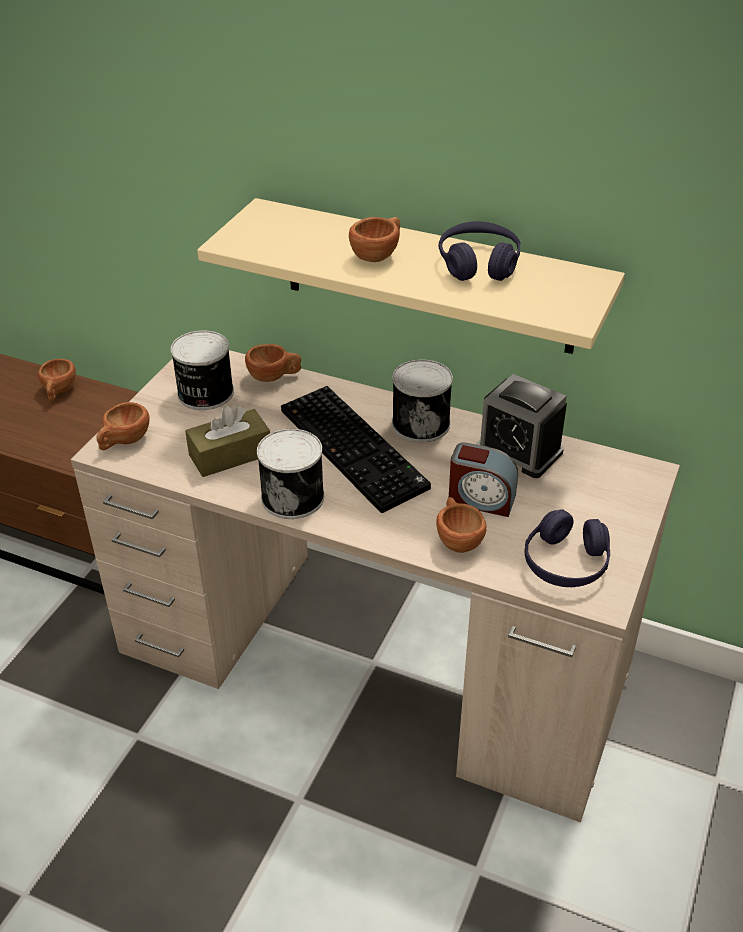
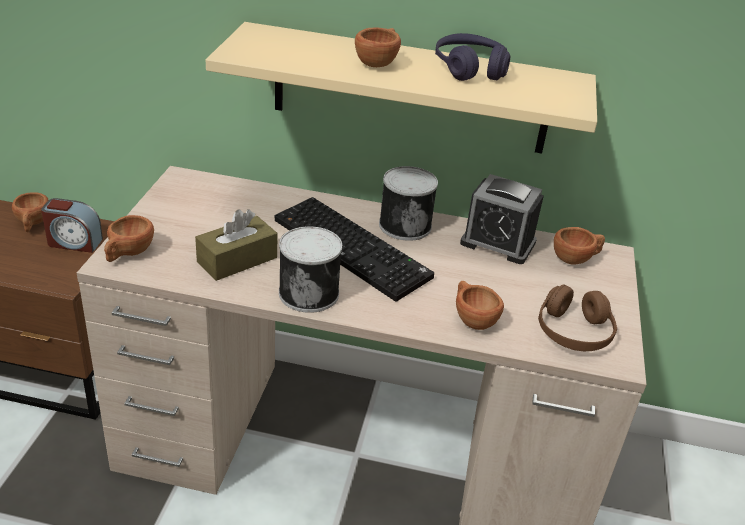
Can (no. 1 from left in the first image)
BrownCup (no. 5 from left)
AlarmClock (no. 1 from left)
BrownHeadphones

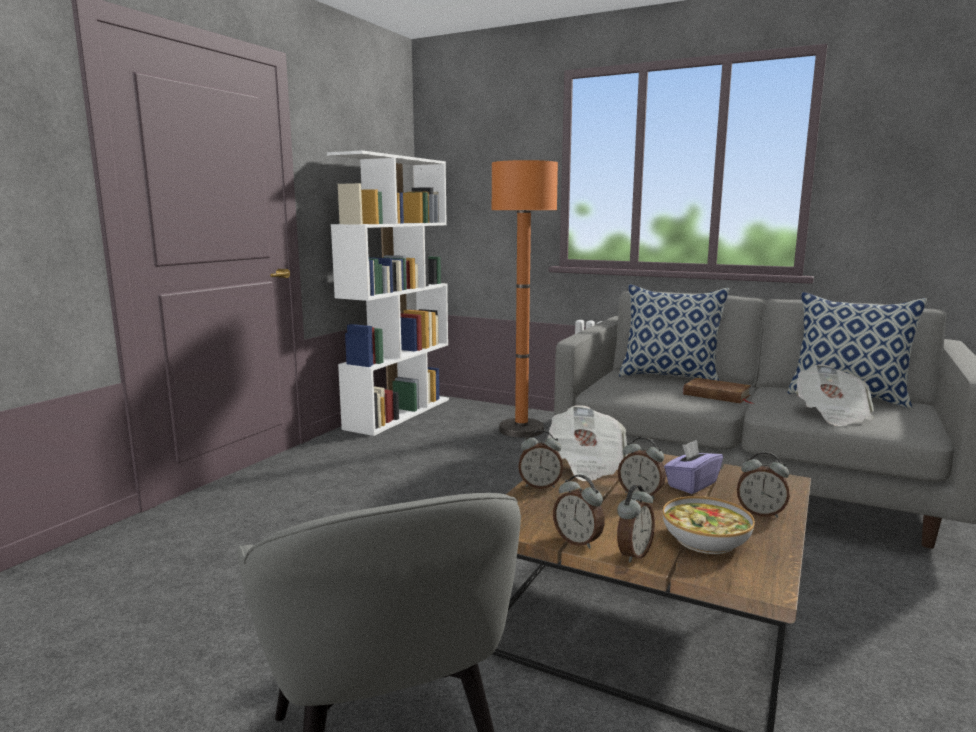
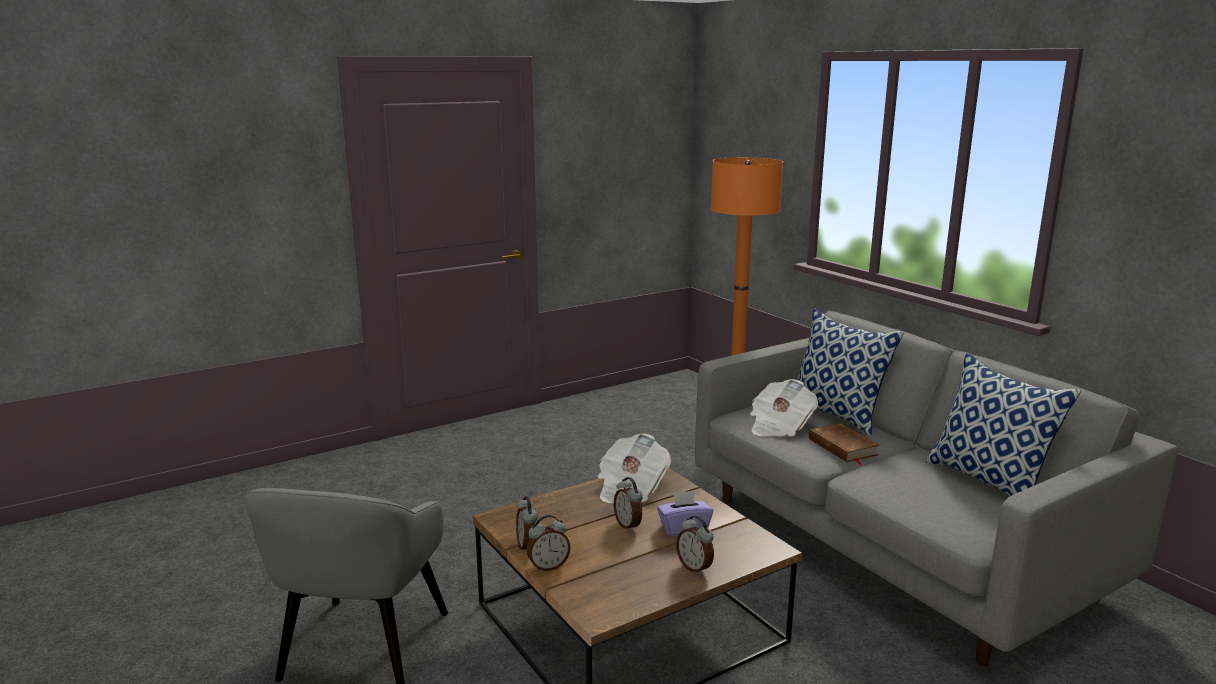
WhiteBookcase
Newspaper (no. 2 from left)
AlarmClock (no. 1 from left in the first image)
Bowl

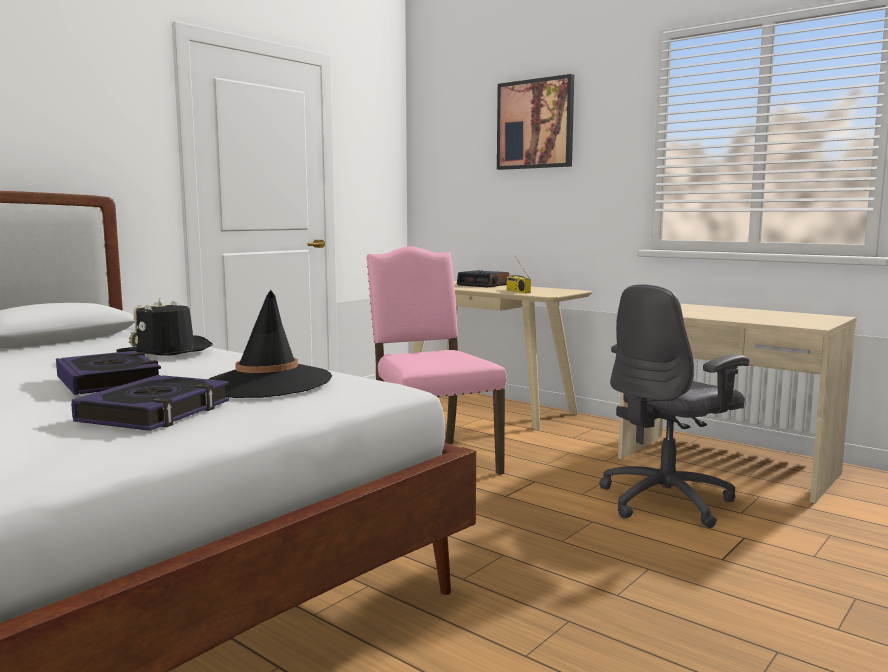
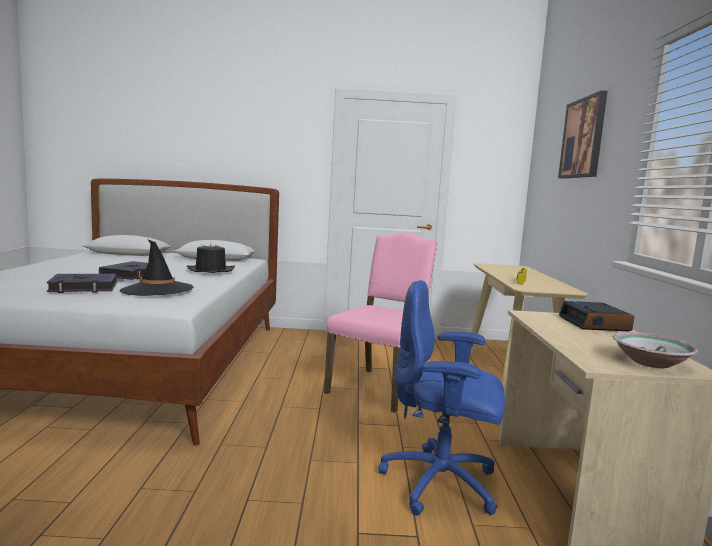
AlarmClock
BlueOfficeChair
Bowl

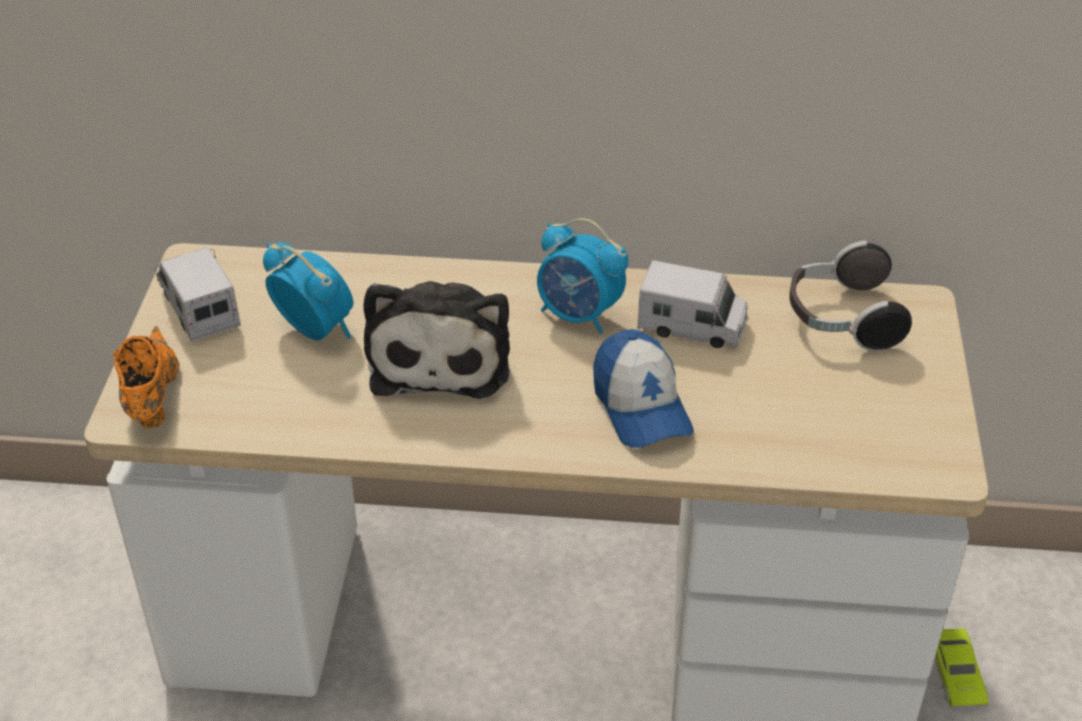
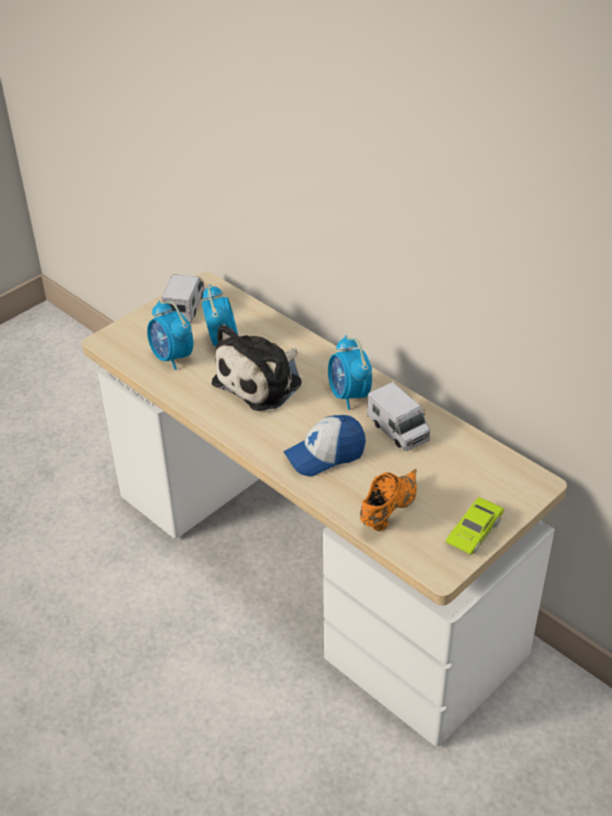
Headphones
OrangeShoe
Cap
GreenToyCar
AlarmClock (no. 1 from left)

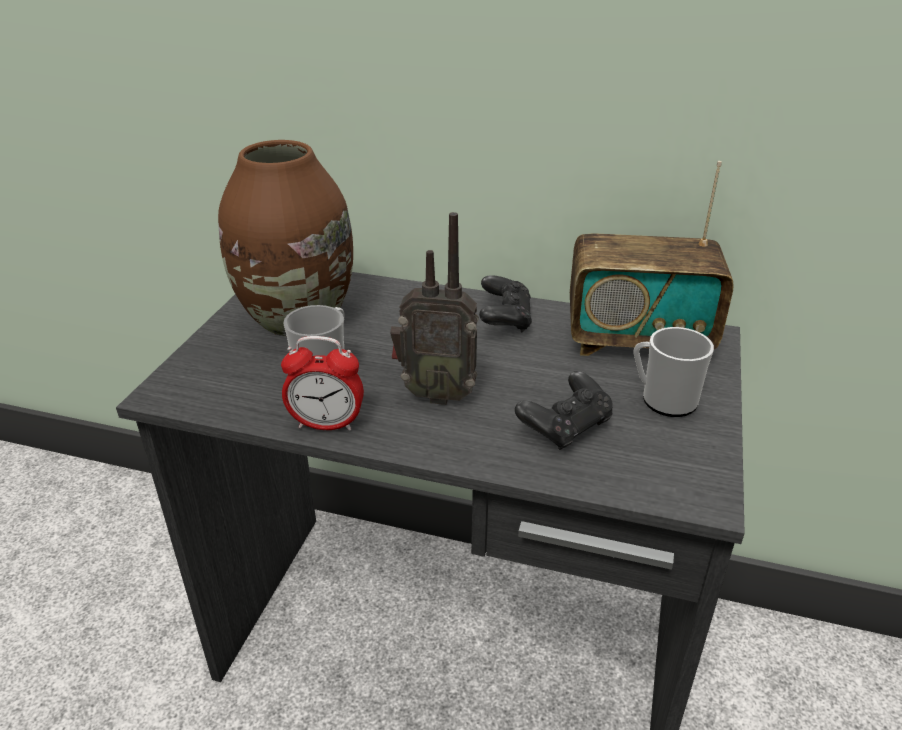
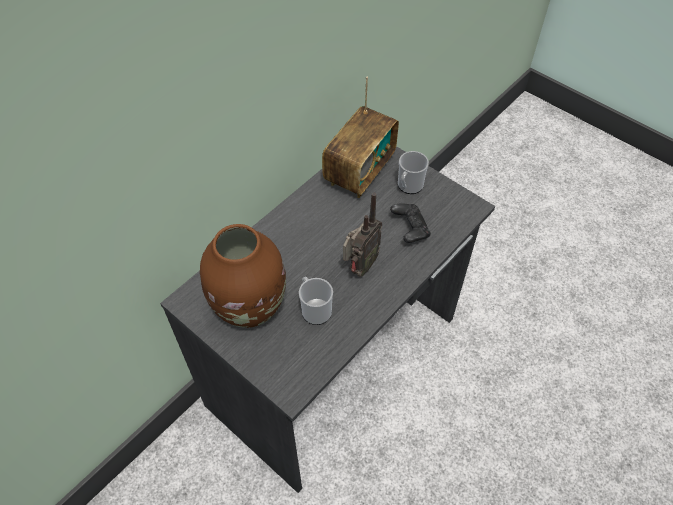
BlackGameController (no. 1 from left in the first image)
AlarmClock

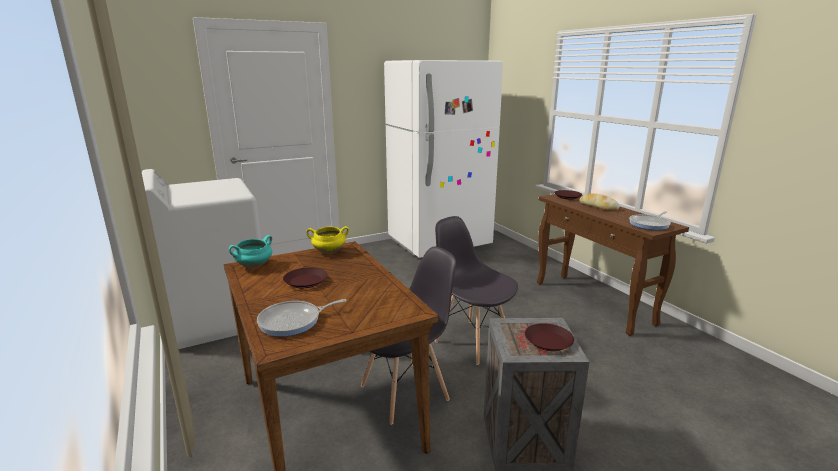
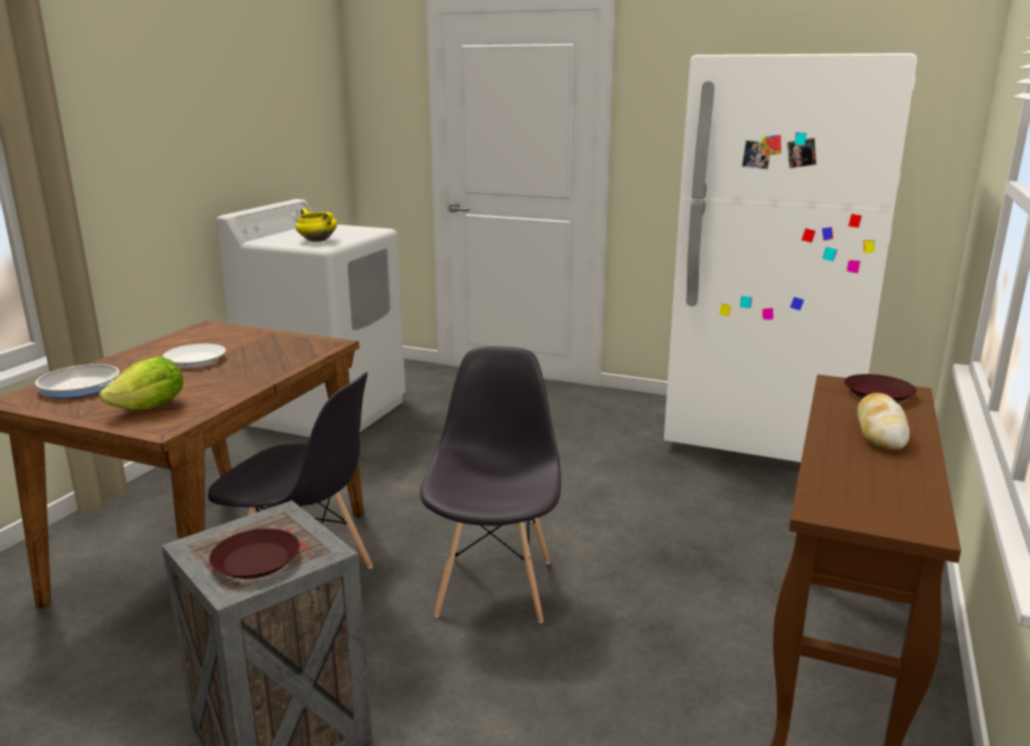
FryingPan (no. 2 from left in the first image)
YellowCookingPot
TurquoiseCookingPot
WhitePlate
Lettuce

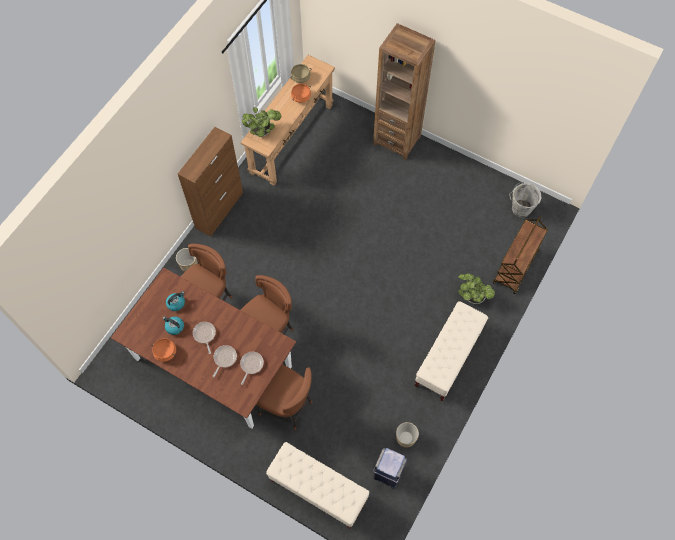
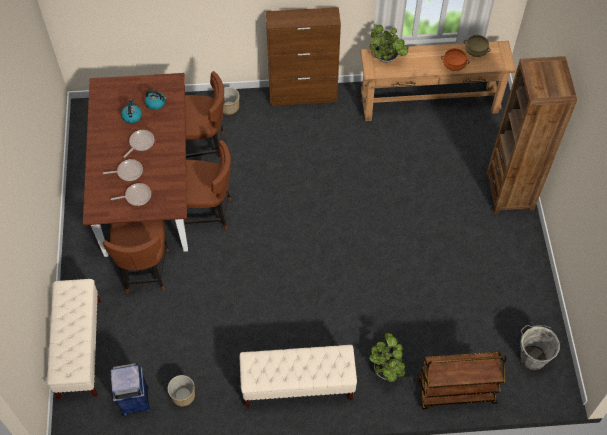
OrangeCookingPot (no. 1 from left in the first image)

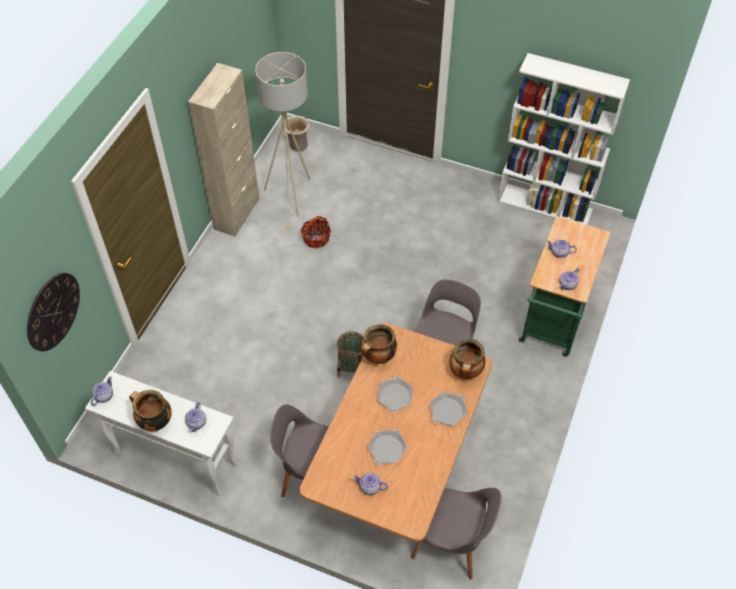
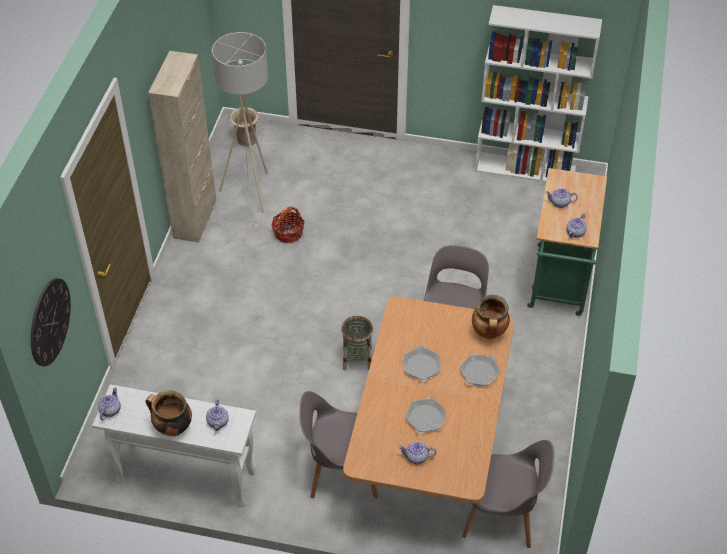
CookingPot (no. 2 from left in the first image)

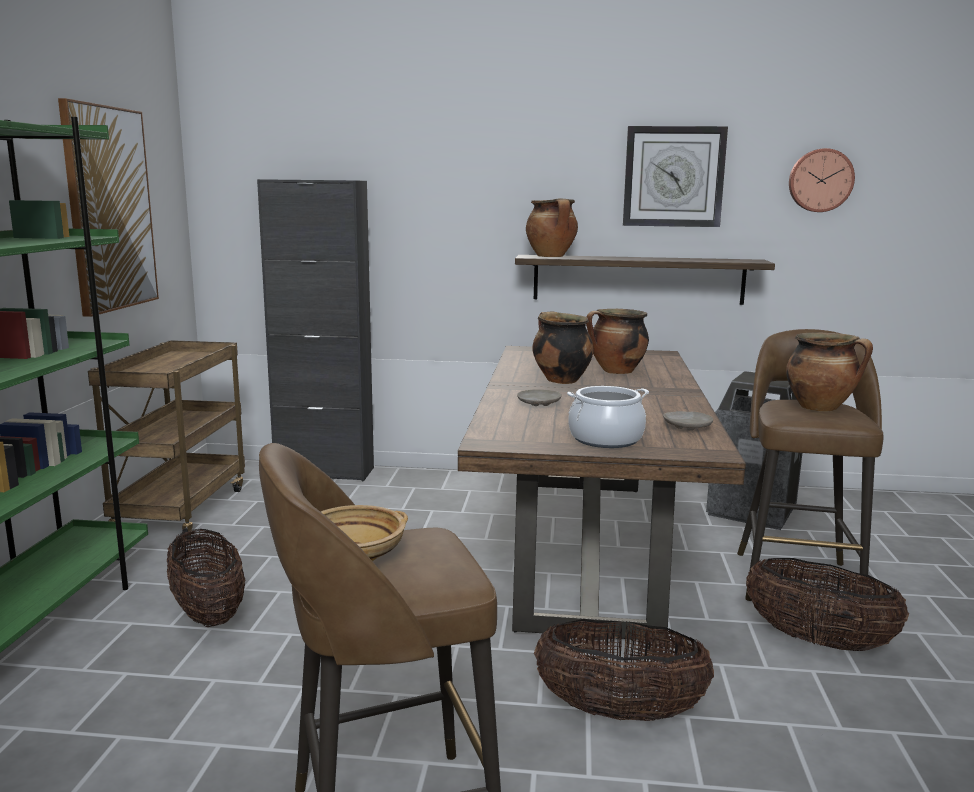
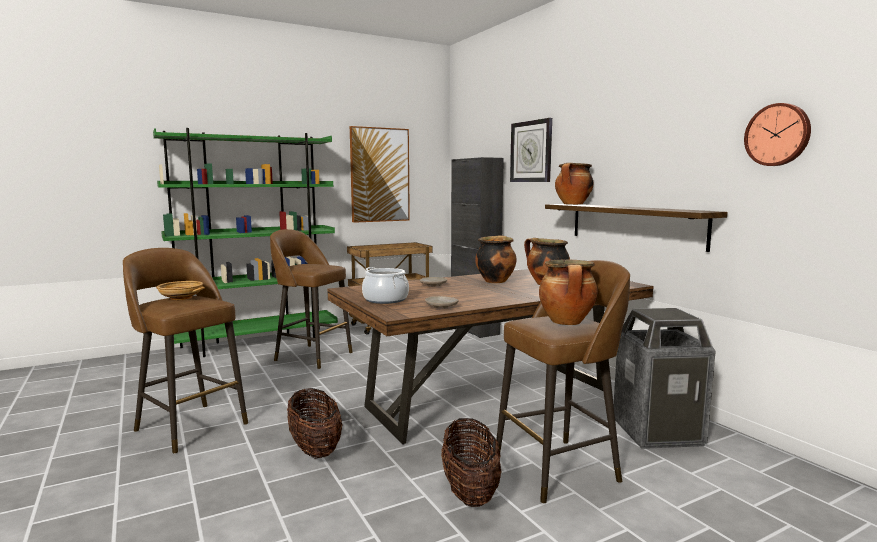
WallClock (no. 1 from left)
BrownStool (no. 2 from left)

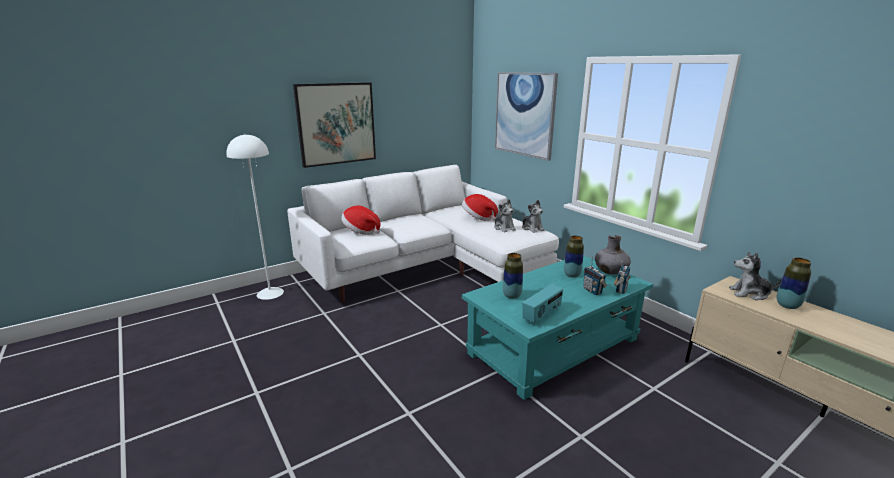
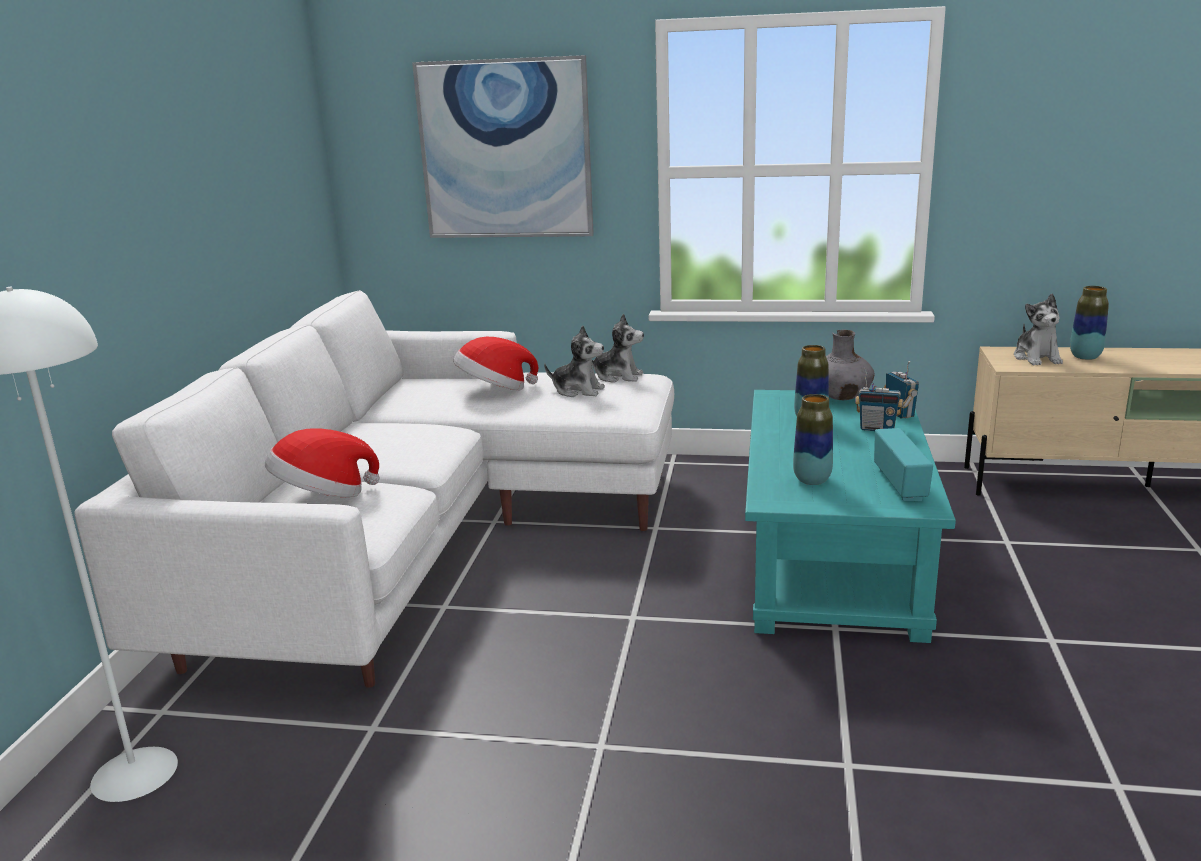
Picture (no. 1 from left in the first image)
PlushToy (no. 3 from left)

